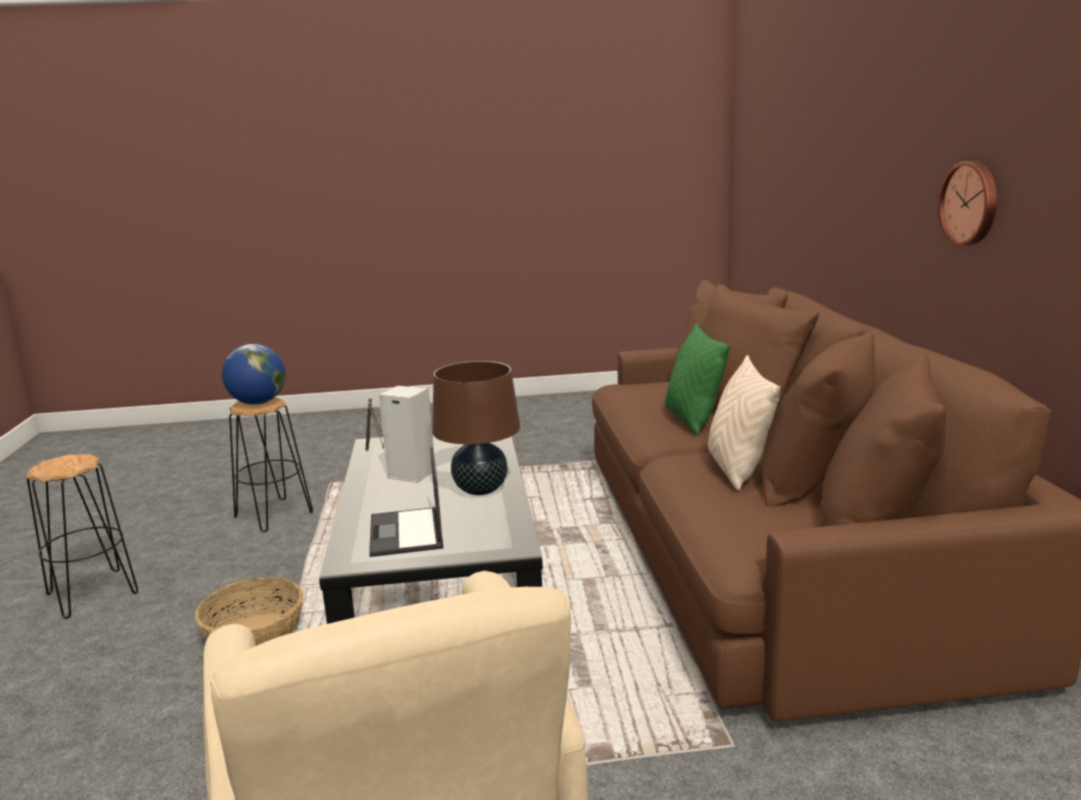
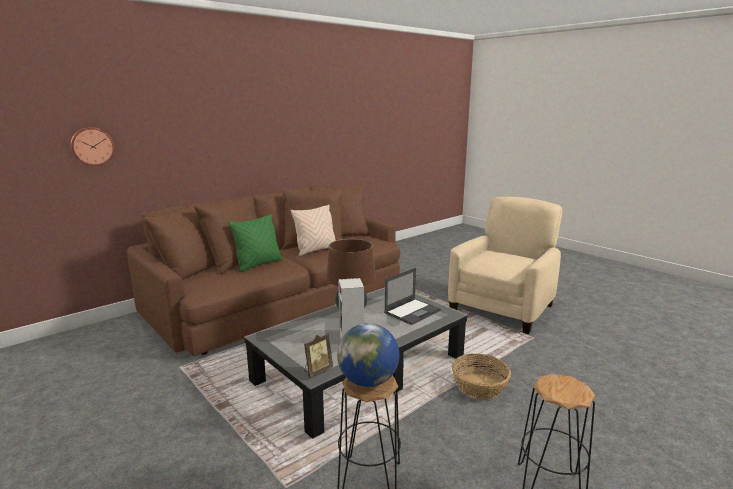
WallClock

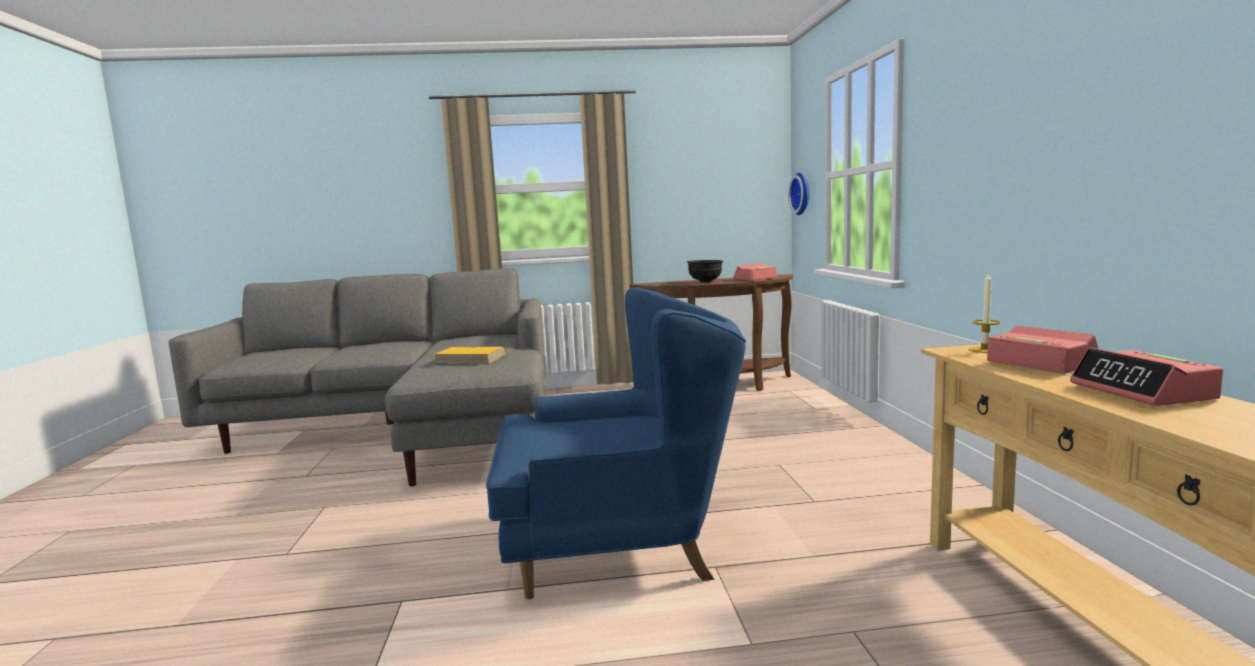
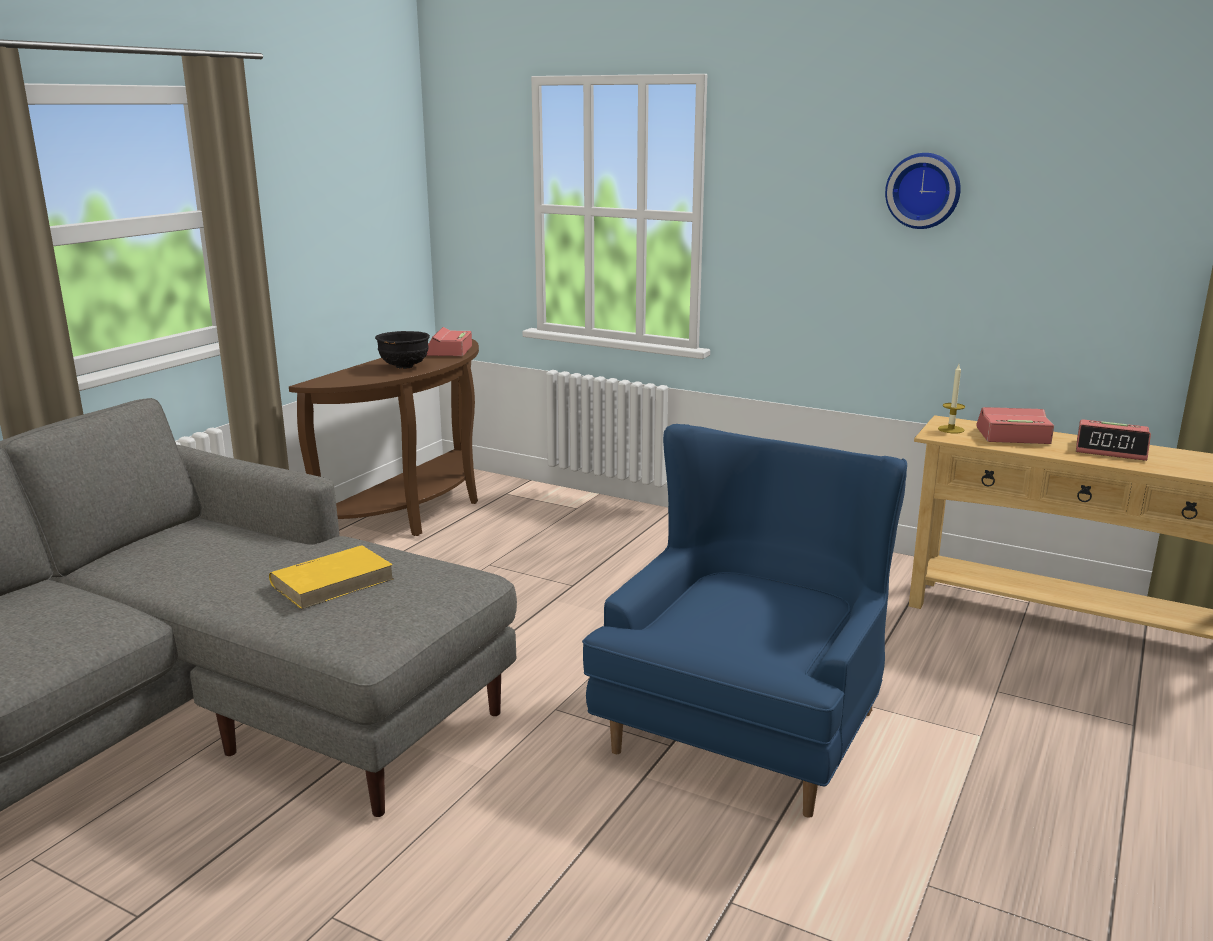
WallClock

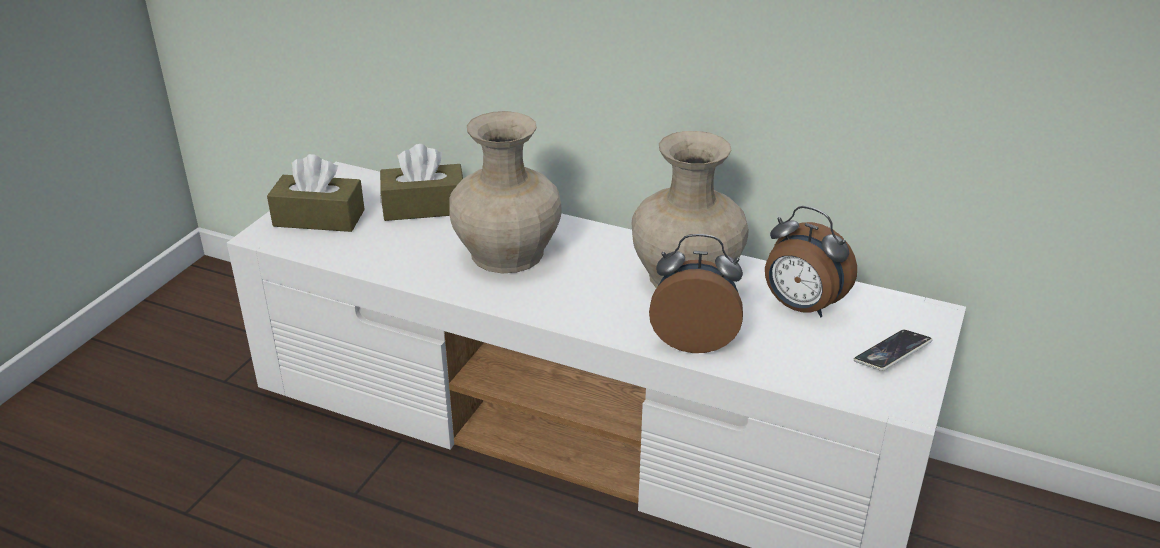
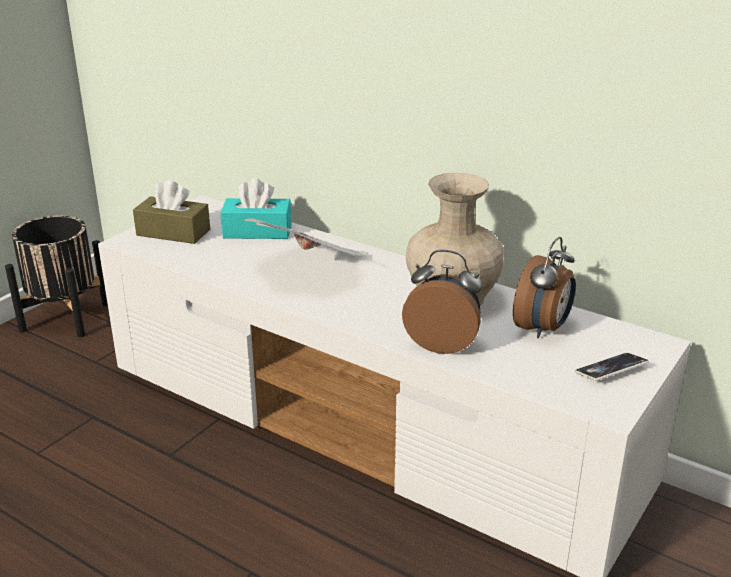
Newspaper
TurquoiseTissueBox
AlarmClock (no. 2 from left)
BlackPlanter

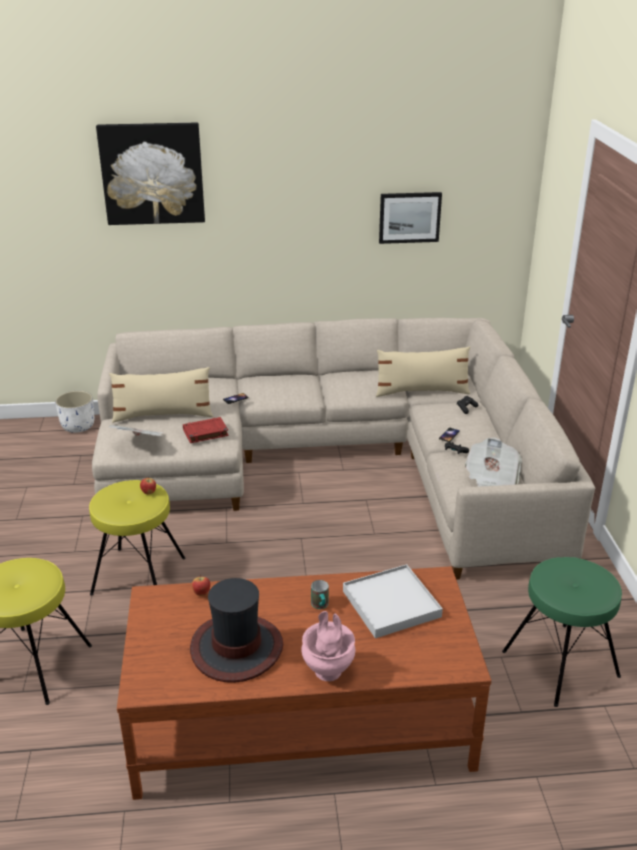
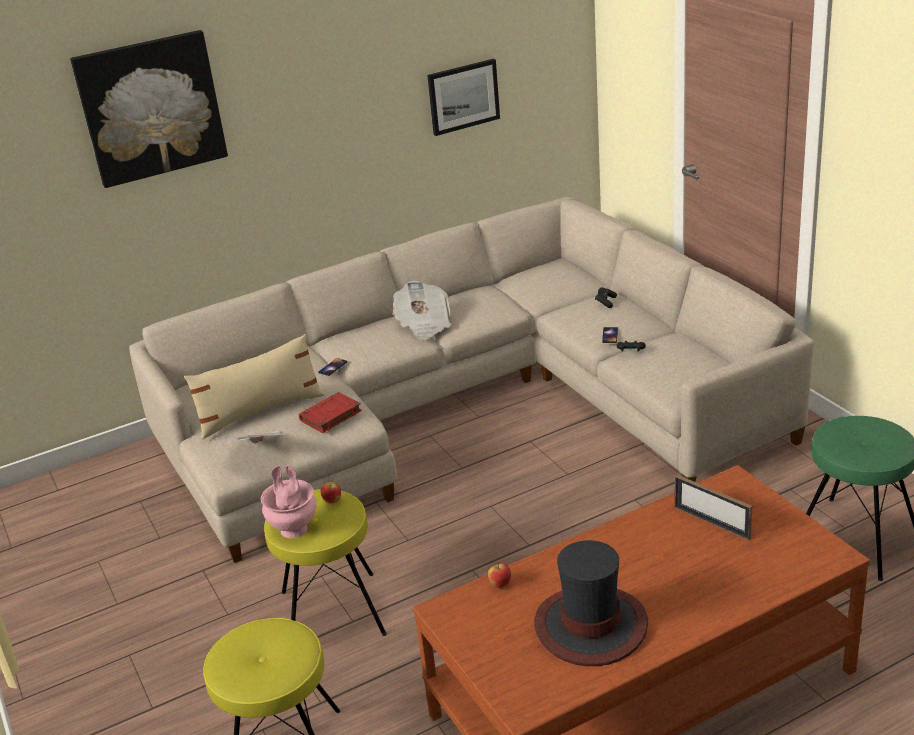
BeigePillow (no. 2 from left in the first image)
WhitePlanter
Newspaper (no. 2 from left)
PictureFrame
Mug
PinkVase

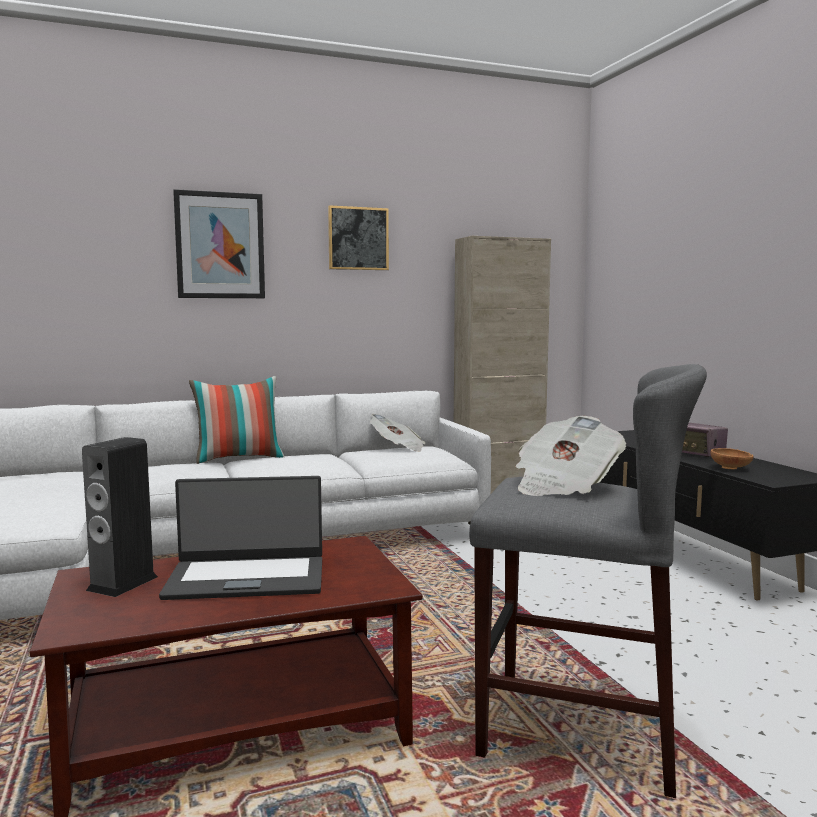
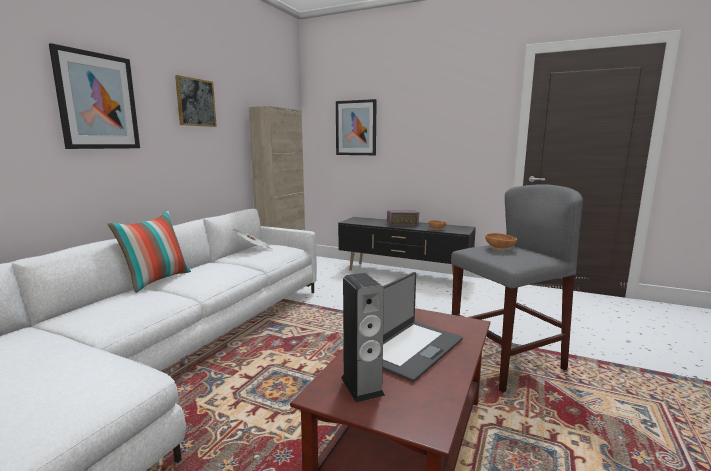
BrownBowl (no. 2 from left)
Picture (no. 3 from left)

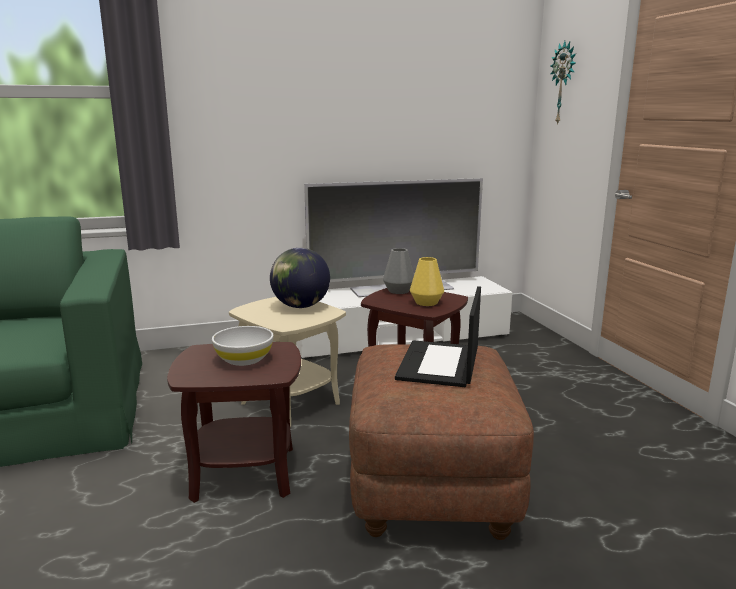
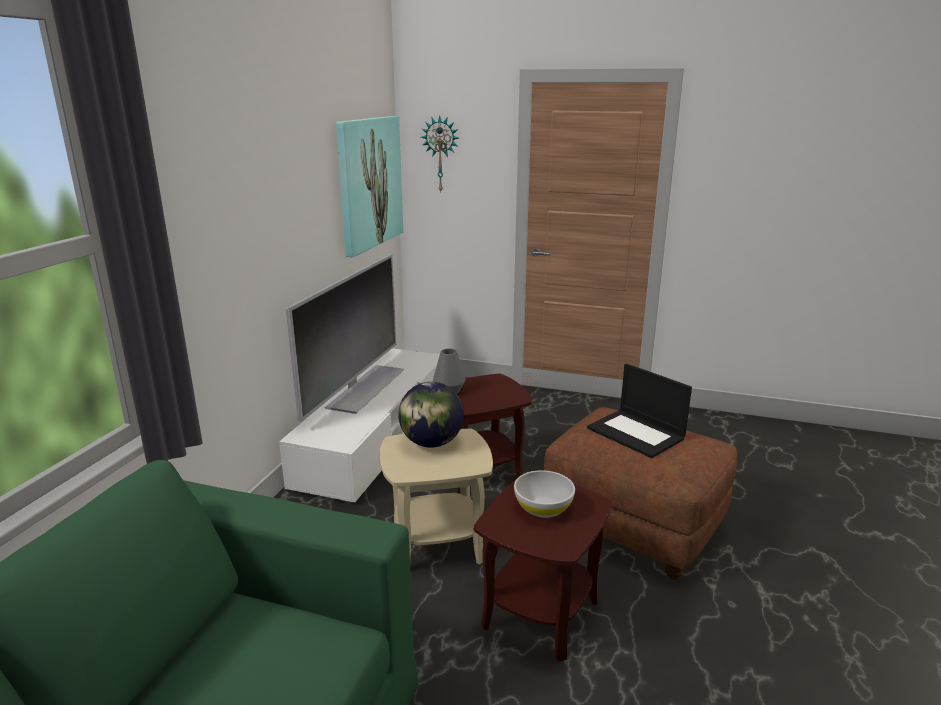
YellowVase
Picture

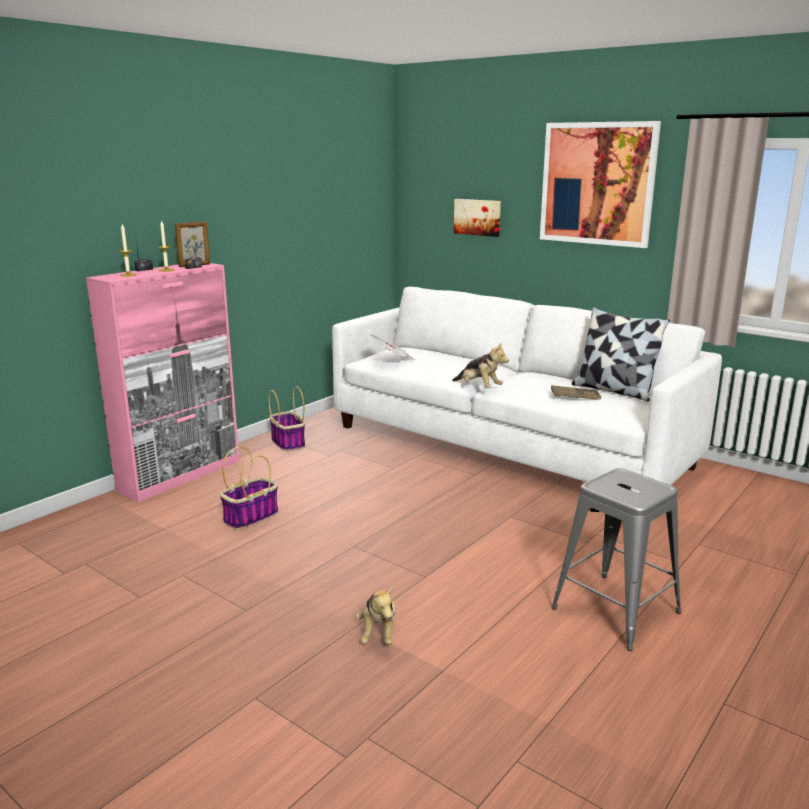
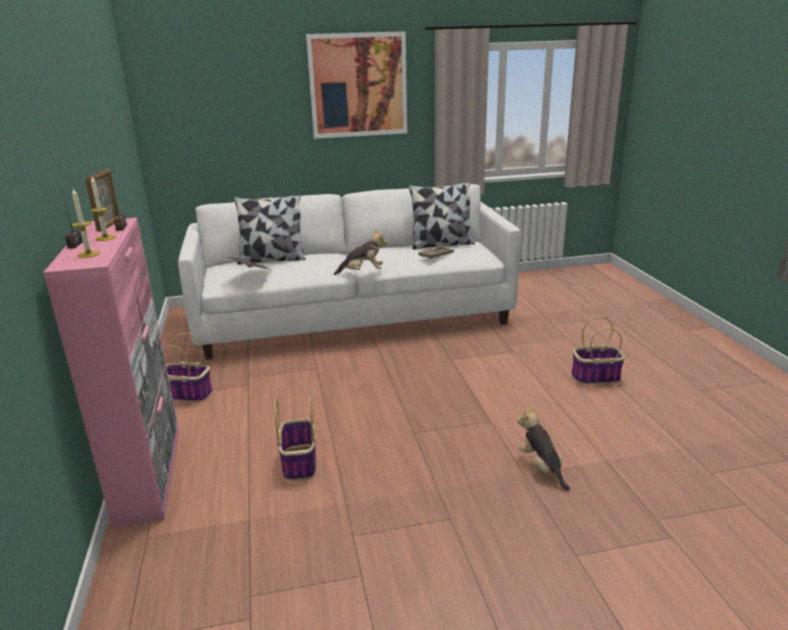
Picture (no. 1 from left in the first image)
Basket (no. 3 from left)
PlushToy (no. 2 from left)
Pillow (no. 1 from left)

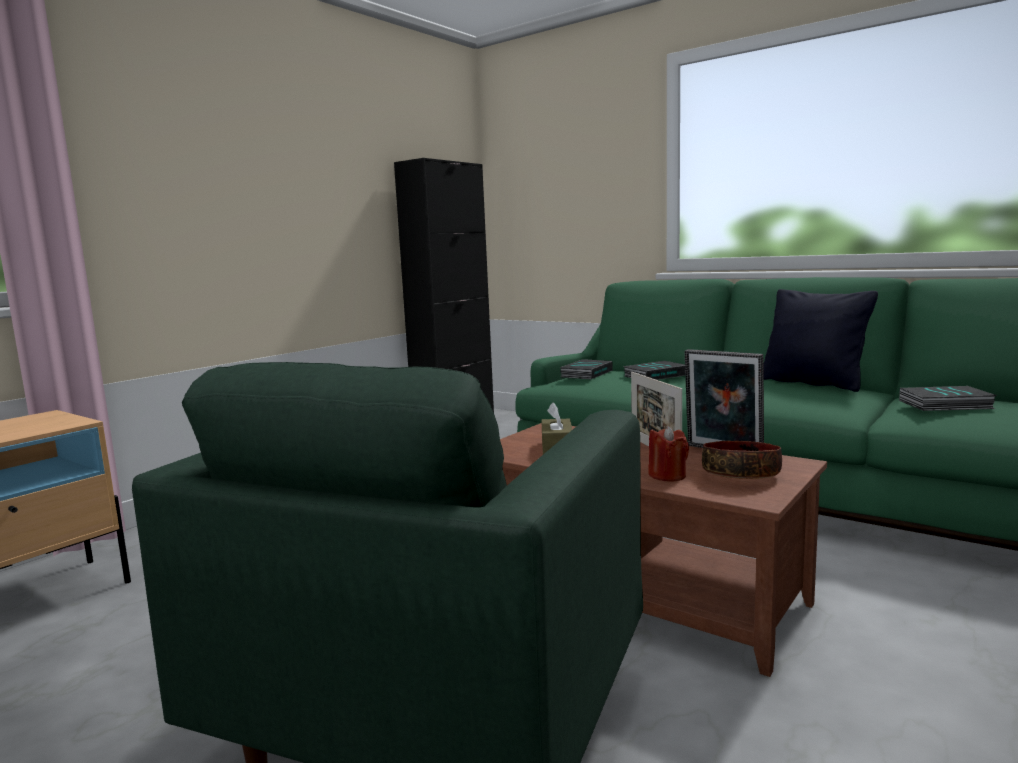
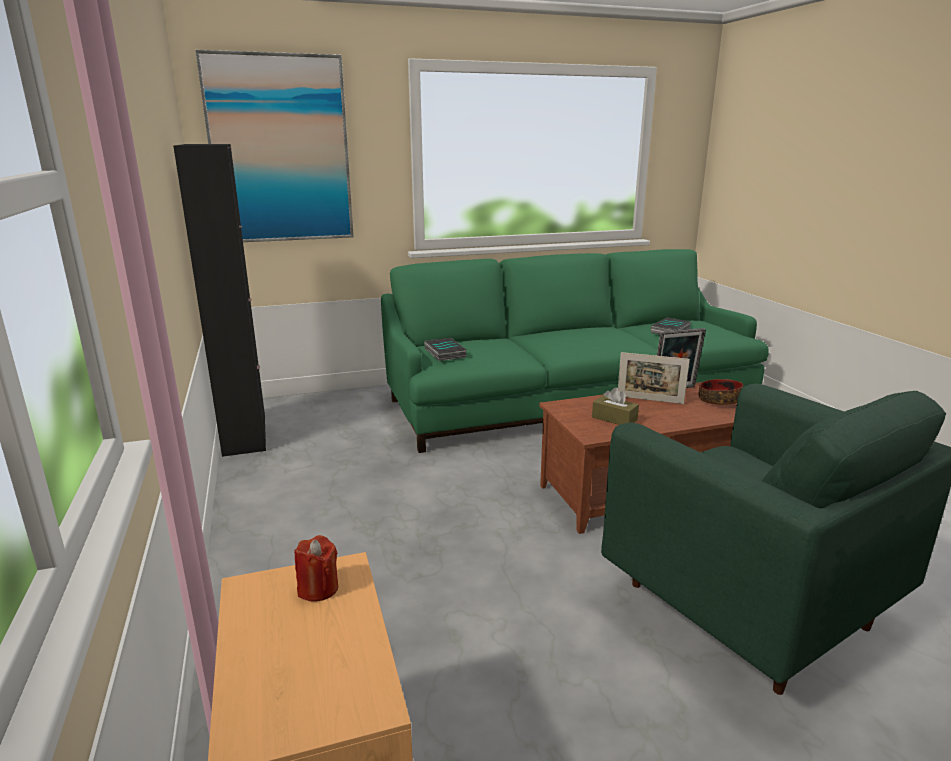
BlackPillow
Book (no. 2 from left in the first image)
RedCandle
Picture

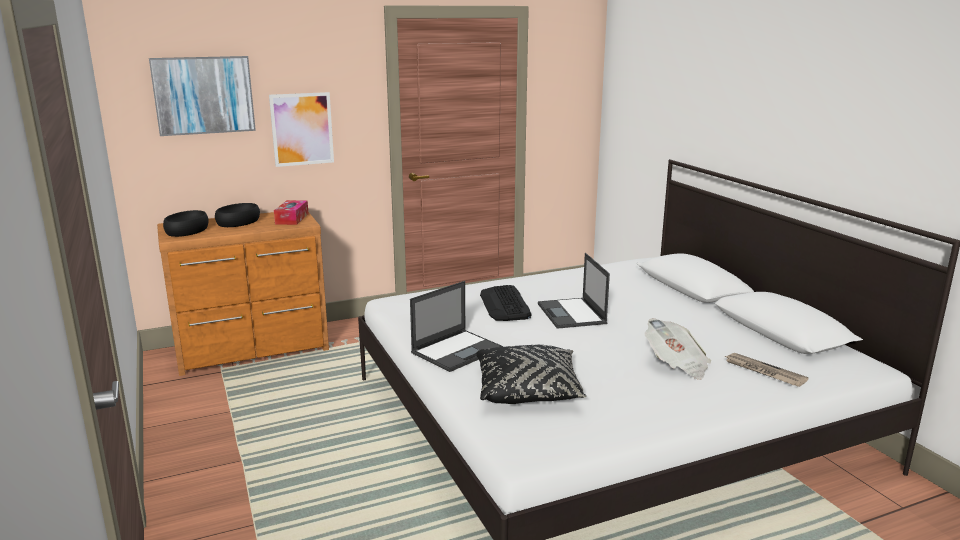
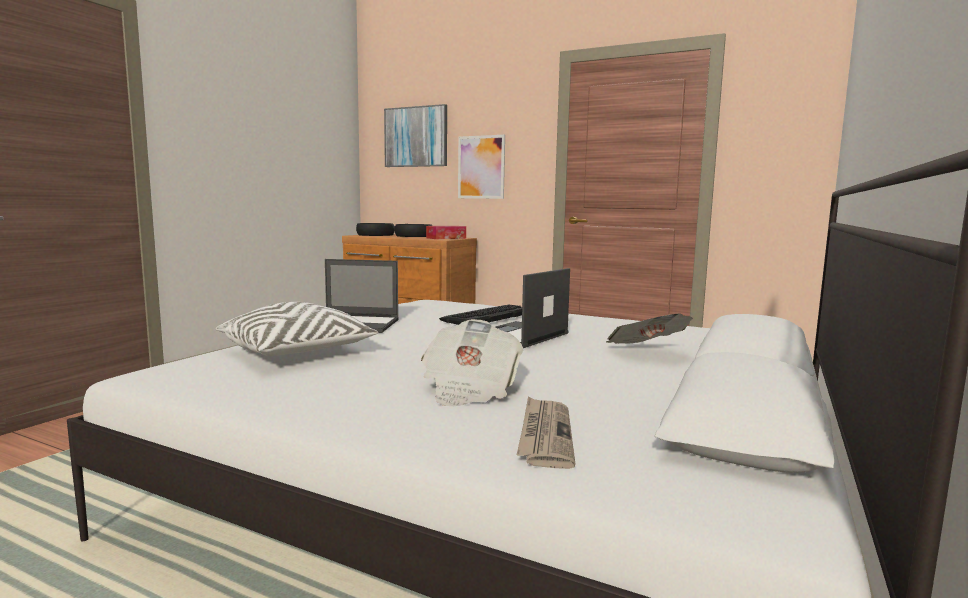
WhitePillow
Newspaper (no. 3 from left)

